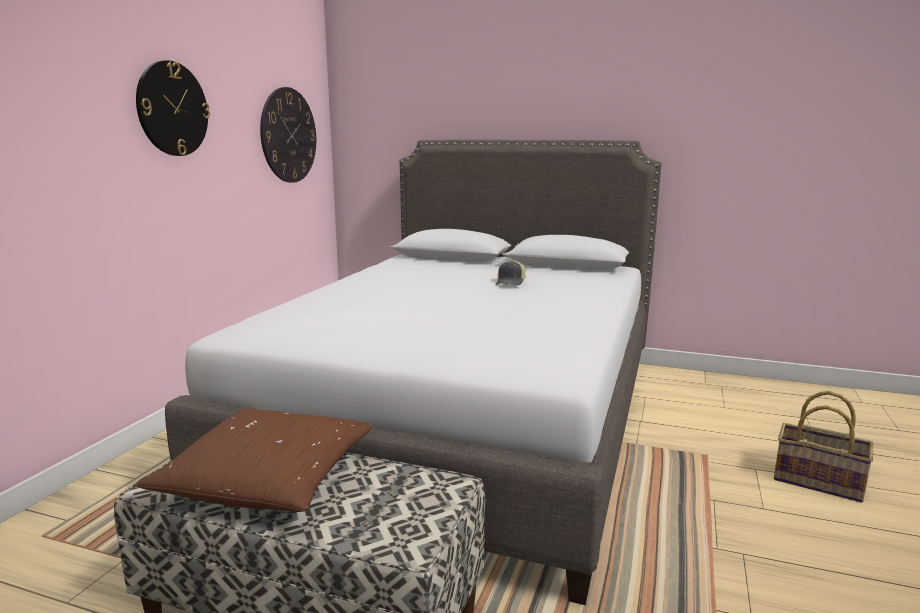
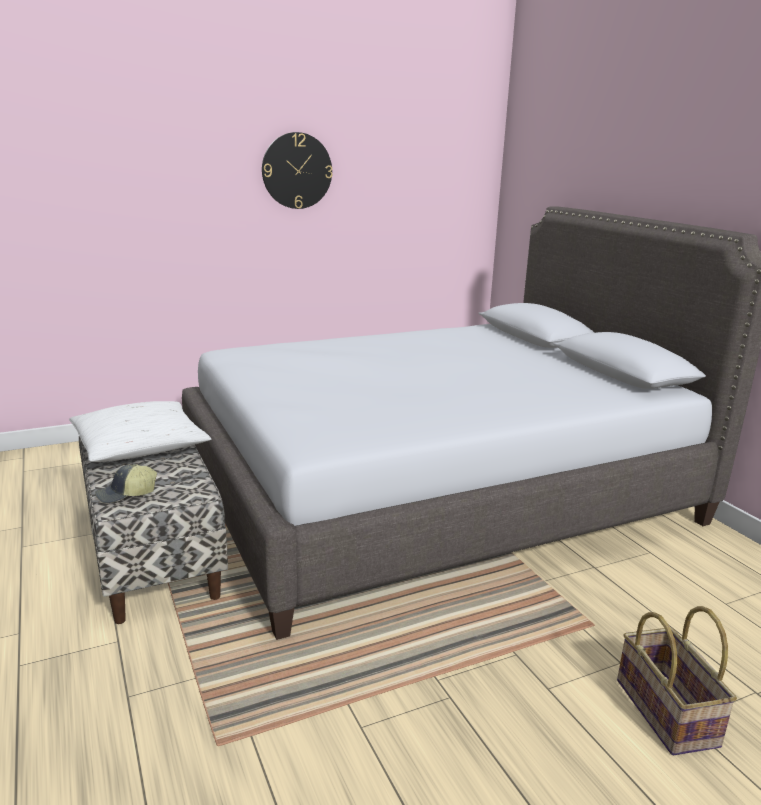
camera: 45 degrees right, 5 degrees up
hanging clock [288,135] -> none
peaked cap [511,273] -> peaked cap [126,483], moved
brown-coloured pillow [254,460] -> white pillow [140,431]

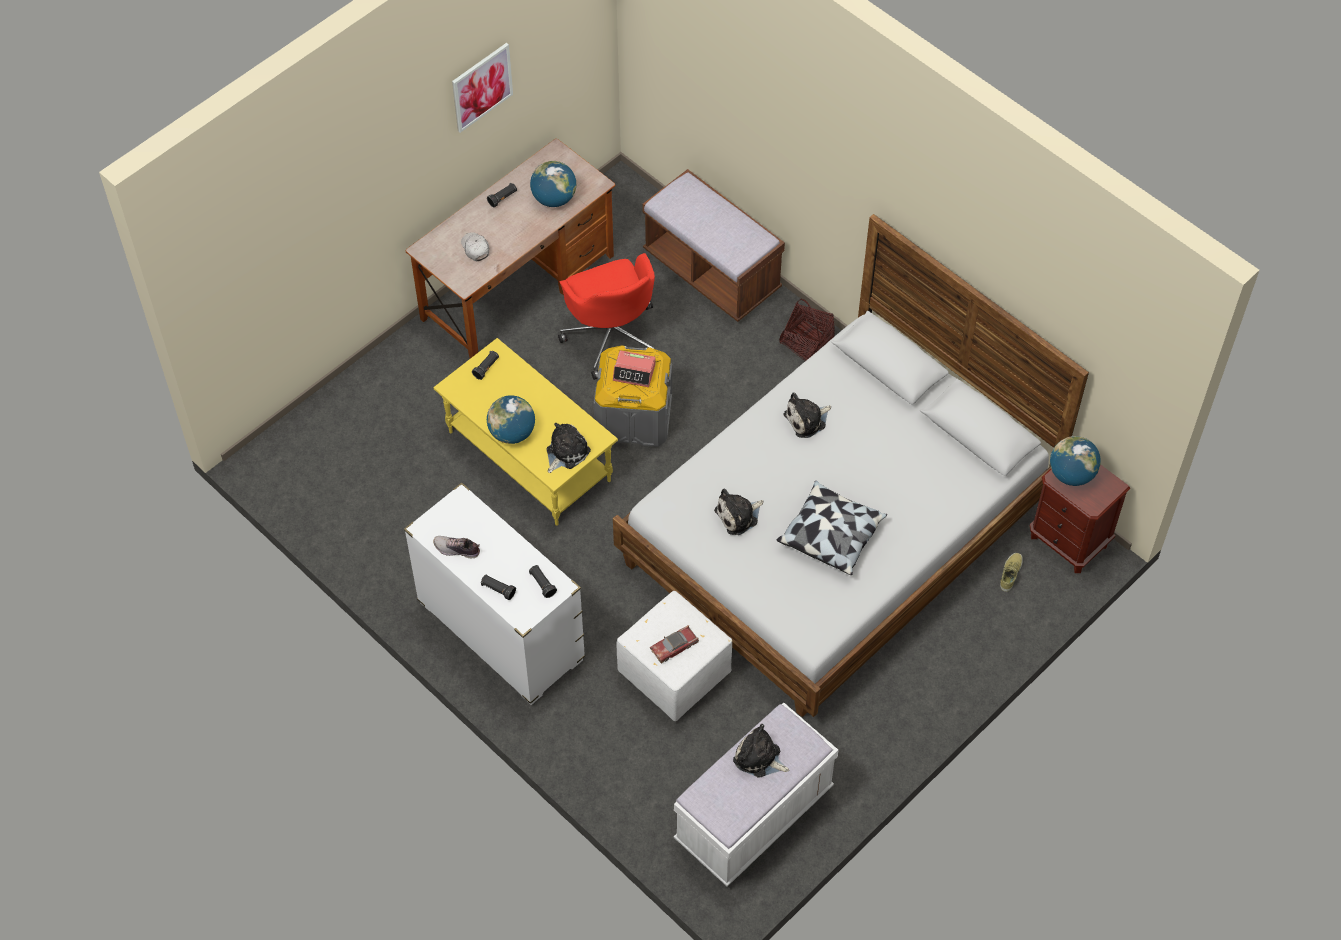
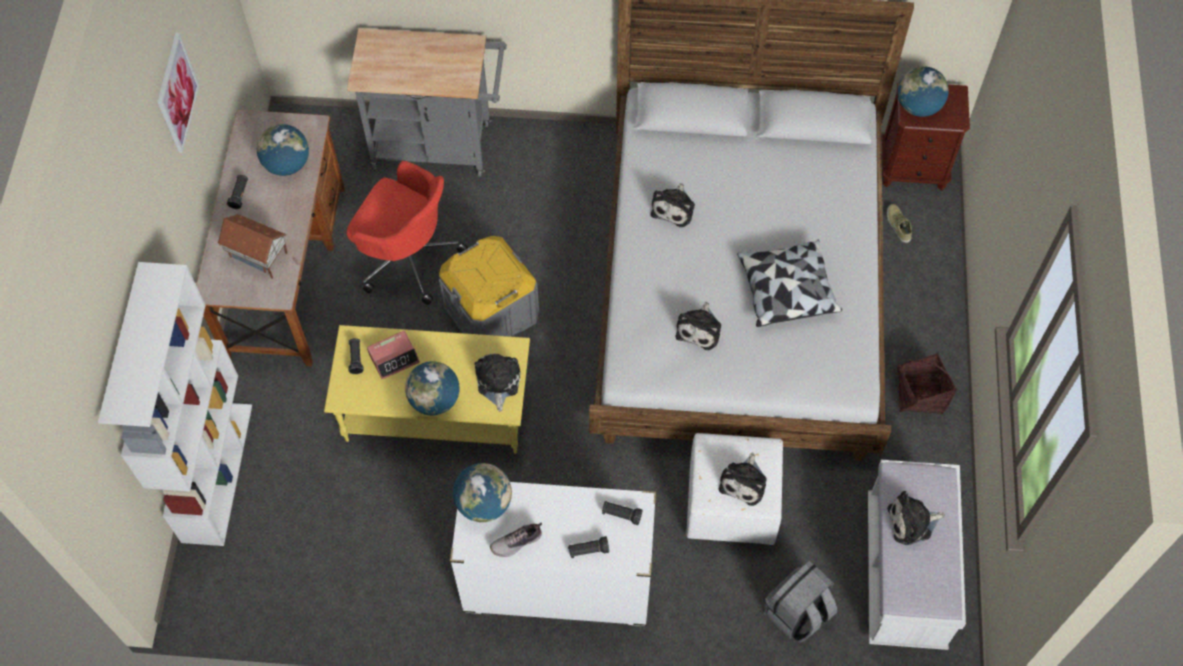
camera: 40 degrees left, 5 degrees up
brown-coloured indoor bench [713,245] -> grey trolley [427,102]
white peaked cap [475,246] -> model house [252,246]
storage basket [807,330] -> storage basket [927,384], moved
bedside clock [634,368] -> bedside clock [393,355], moved
toy car [674,644] -> cuddly toy [743,479]
none -> white bookcase [175,404]
none -> world globe [482,492]
none -> grey backpack [800,602]

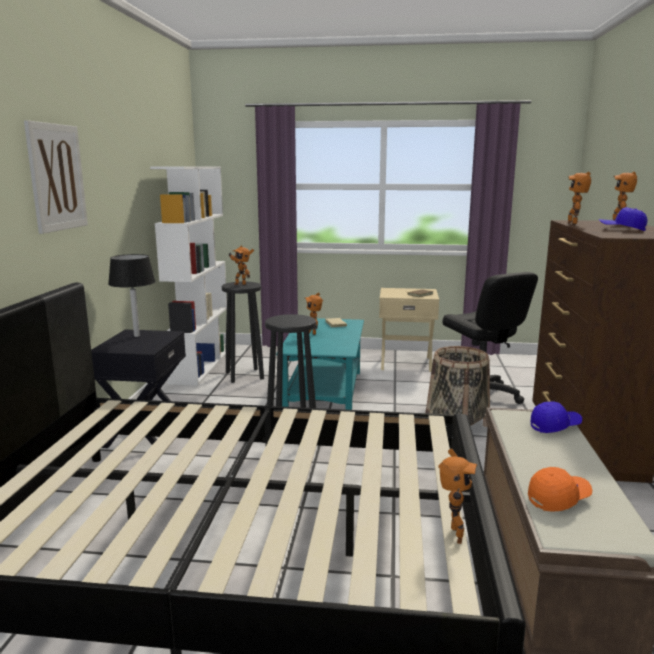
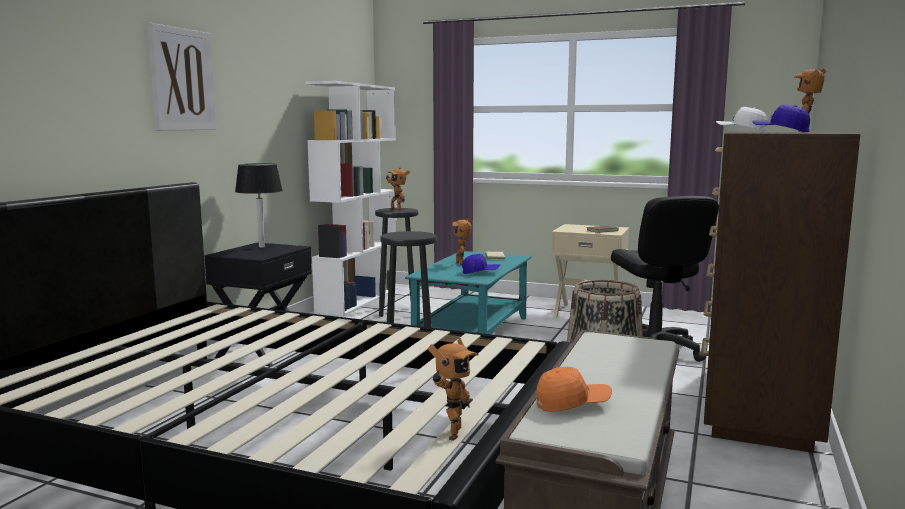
camera: 15 degrees right, 5 degrees down
robot figure [579,198] -> white peaked cap [742,119]
blue-coloured peaked cap [556,417] -> blue-coloured peaked cap [481,264], moved

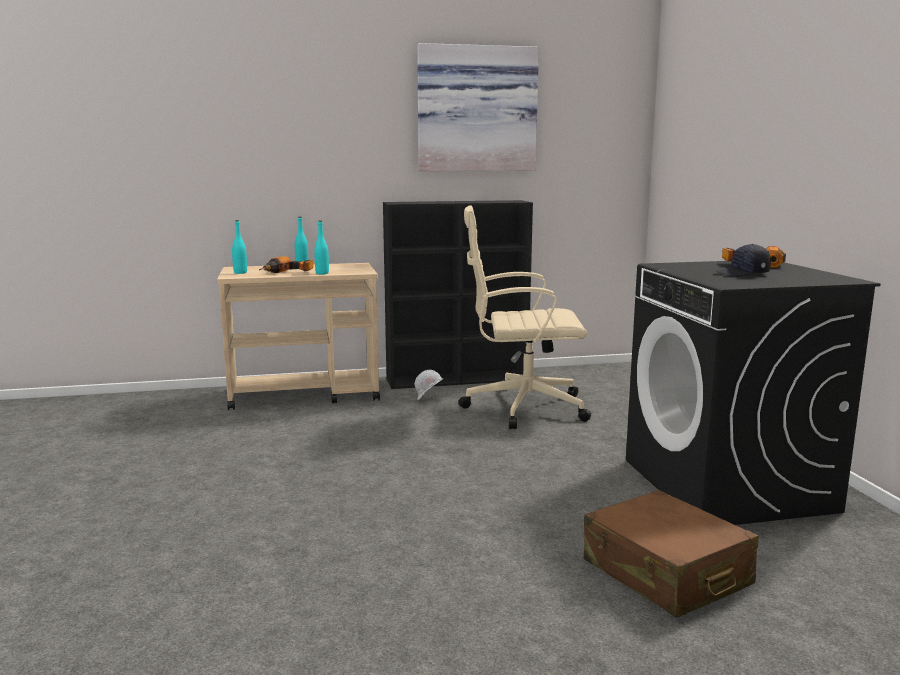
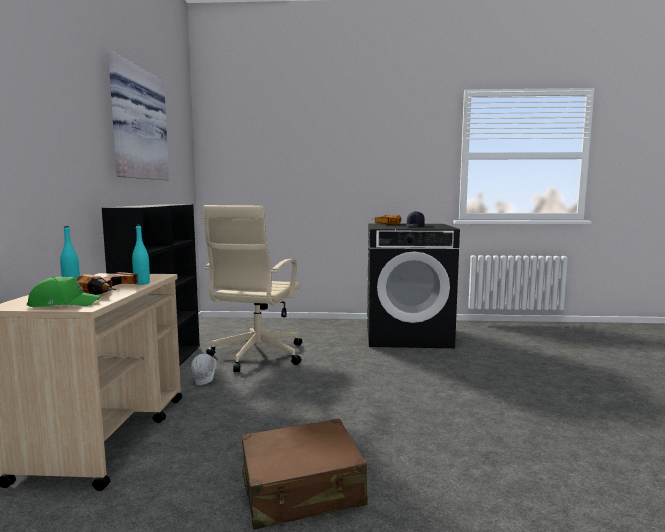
camera: 75 degrees left, 5 degrees down
turquoise drink bottle [239,247] -> greenish peaked cap [64,291]
brown-coloured suitcase [671,554] -> brown-coloured suitcase [305,474], moved

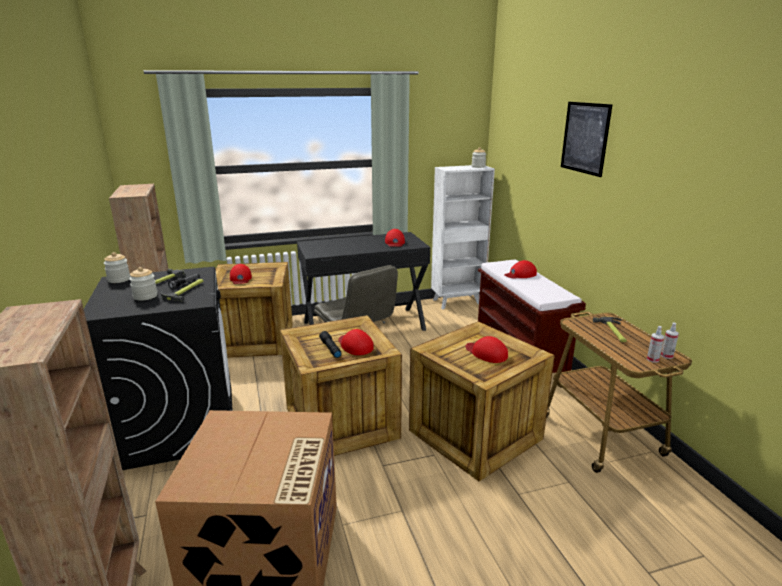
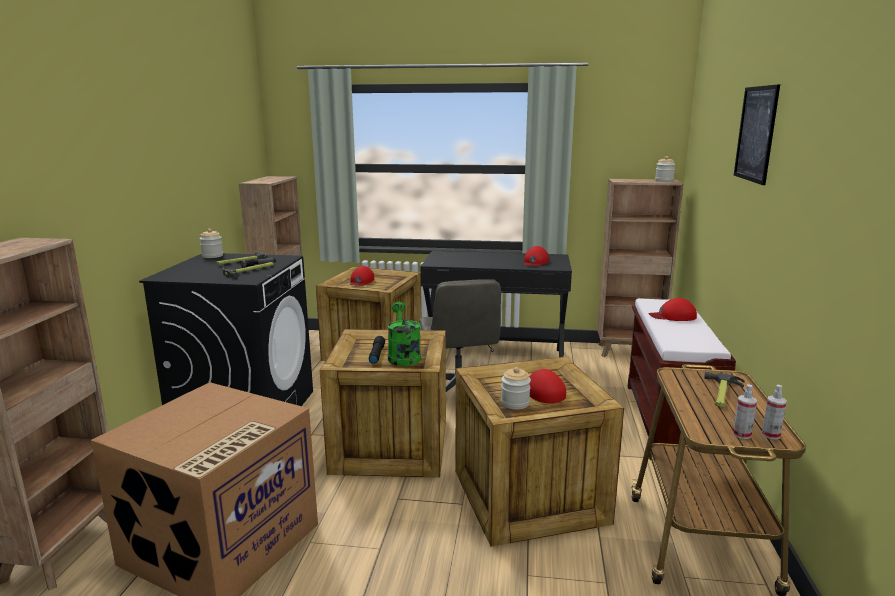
camera: 25 degrees right, 5 degrees down
white bookcase [463,237] -> brown-coloured bookcase [640,268]
preserve jar [143,284] -> preserve jar [516,388], moved
reddish peaked cap [356,342] -> greenish watering pot [404,334]

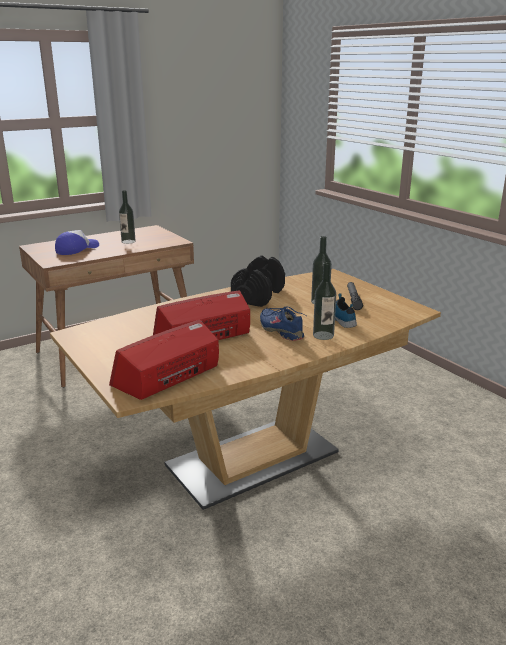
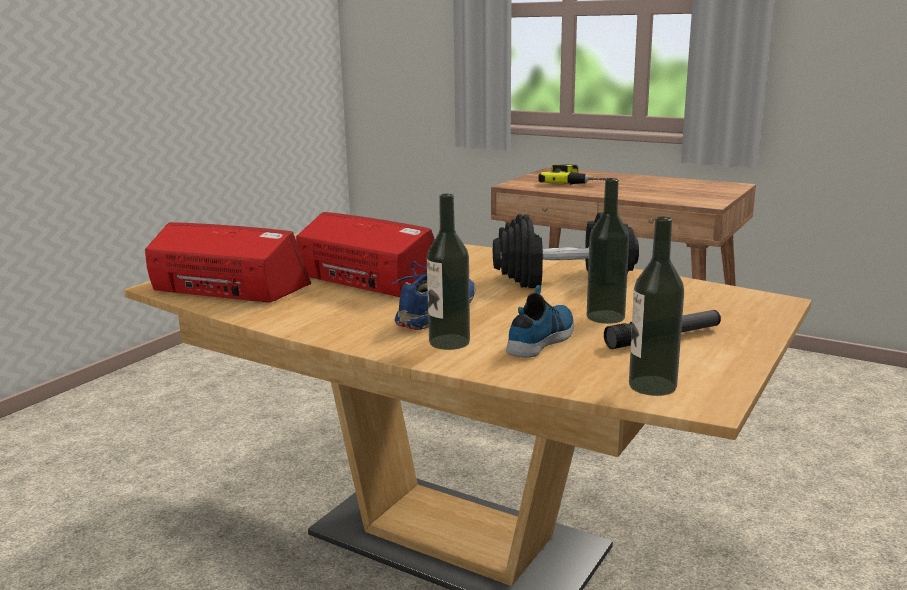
camera: 65 degrees right, 5 degrees down
drink bottle [127,217] -> drink bottle [656,306], moved
peaked cap [77,242] -> drill [572,174]

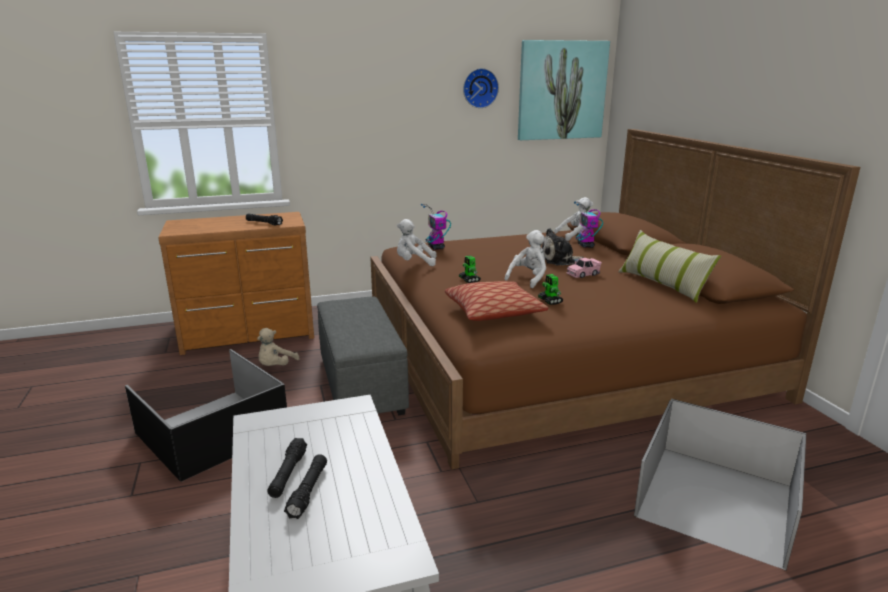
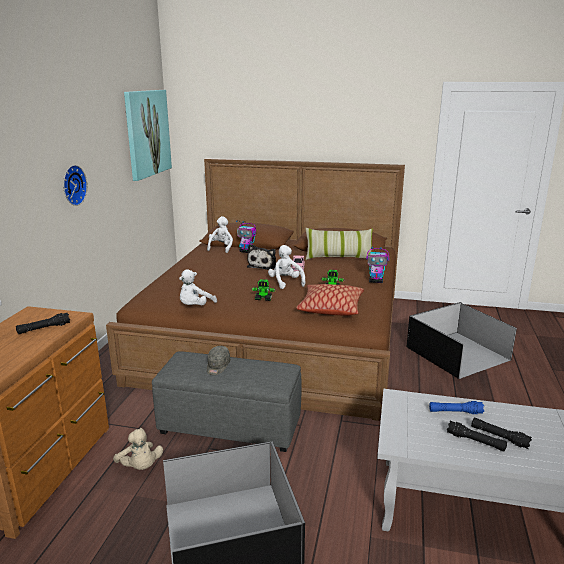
camera: 60 degrees left, 0 degrees up
hanging clock [481,88] -> hanging clock [75,185], moved
robot figure [436,227] -> robot figure [378,265], moved
none -> grey peaked cap [218,360]
none -> blue-coloured torch [456,407]

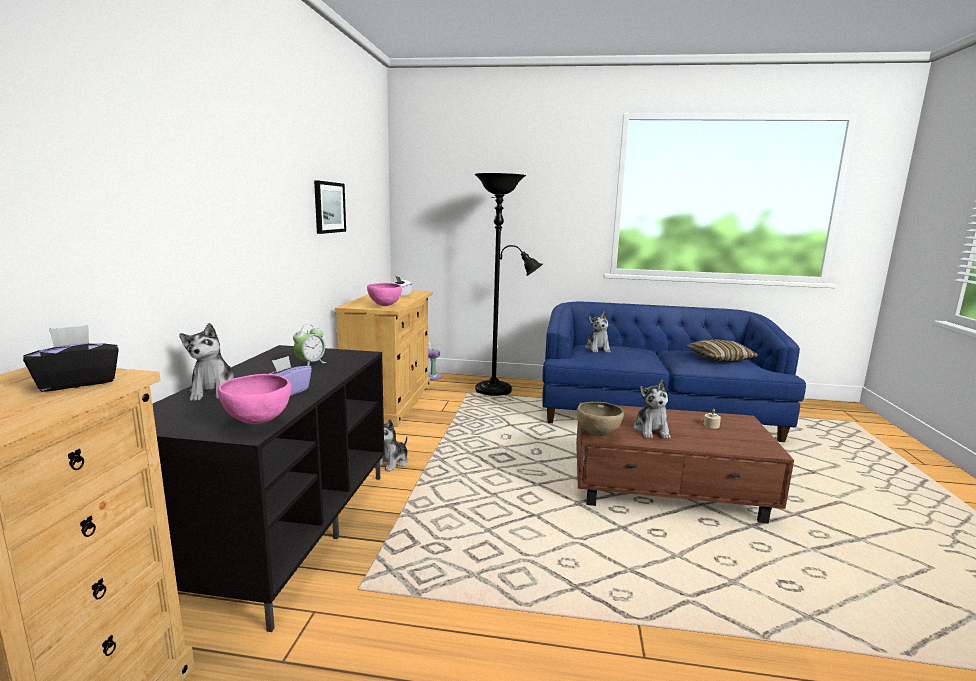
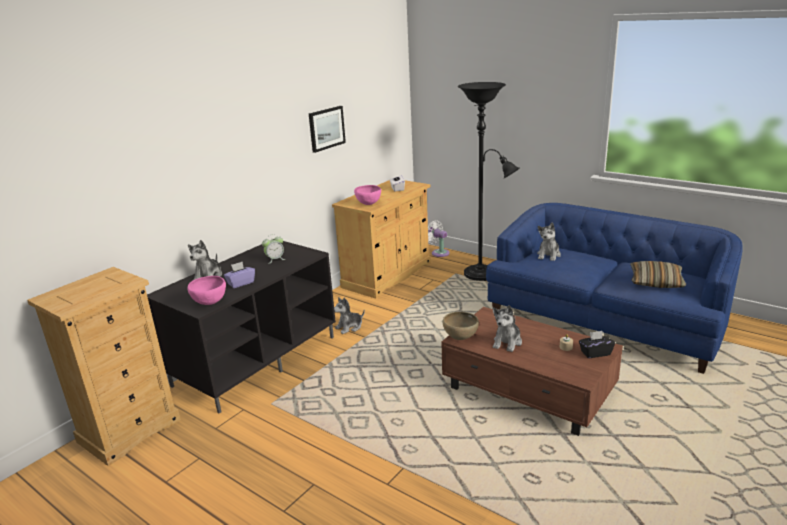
camera: 30 degrees right, 10 degrees up
black tissue holder [71,358] -> black tissue holder [597,344], moved

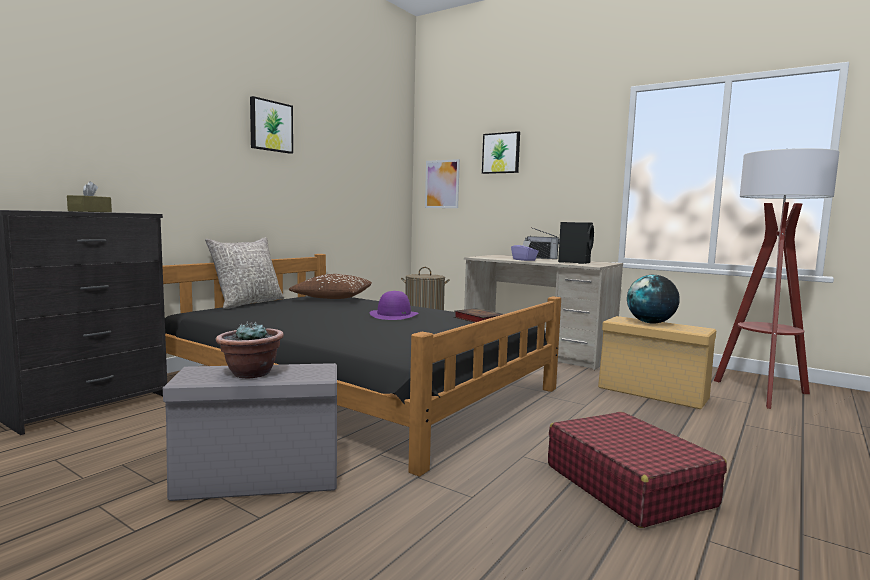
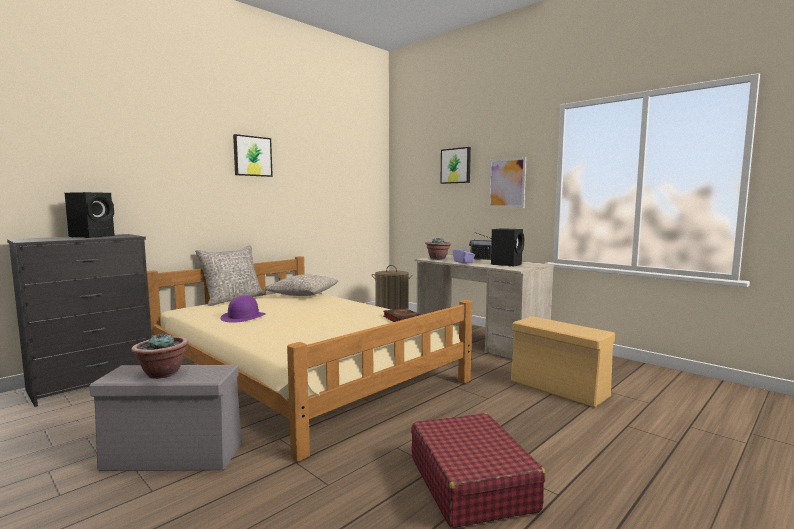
camera: 10 degrees right, 0 degrees up
standing lamp [776,278] -> none
wall picture [442,183] -> wall picture [507,182], moved
brown-coloured tissue holder [89,196] -> black audio speaker [90,215]
black sleeping bed [362,365] -> beige sleeping bed [309,359]
brown-coloured pillow [330,286] -> grey pillow [300,285]
world globe [653,299] -> none
purple wearable hat [394,305] -> purple wearable hat [243,309], moved
none -> potted plant [438,249]

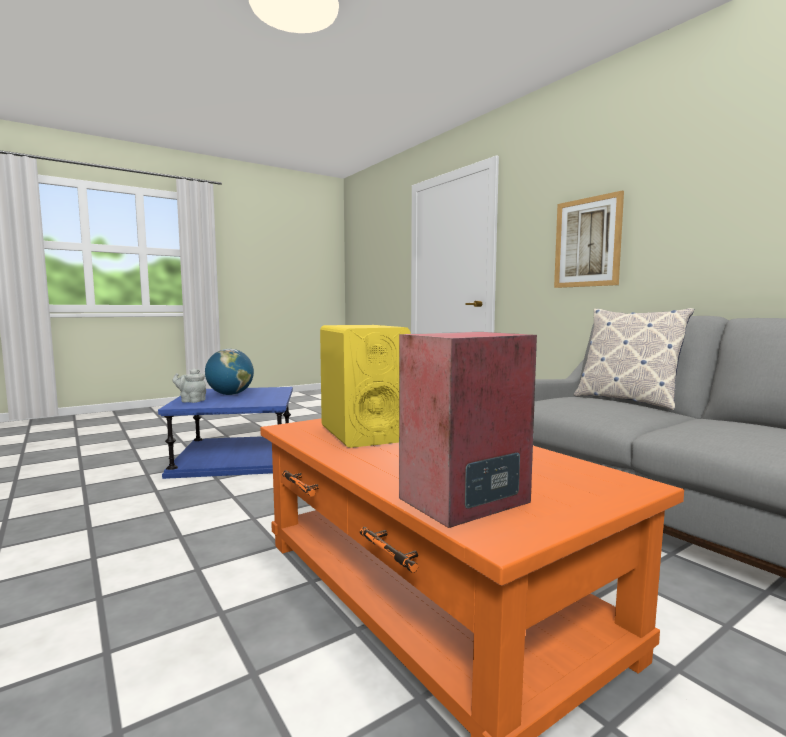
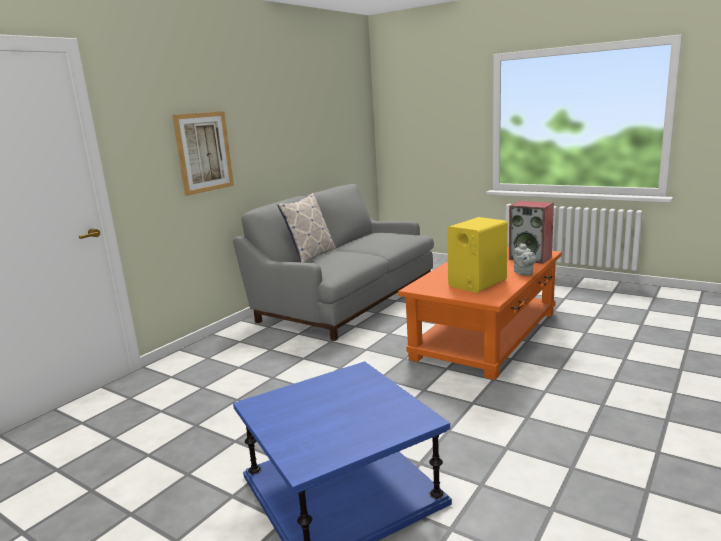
camera: 110 degrees left, 10 degrees up
world globe [229,372] -> none
grey tea pot [189,386] -> grey tea pot [525,259], moved

